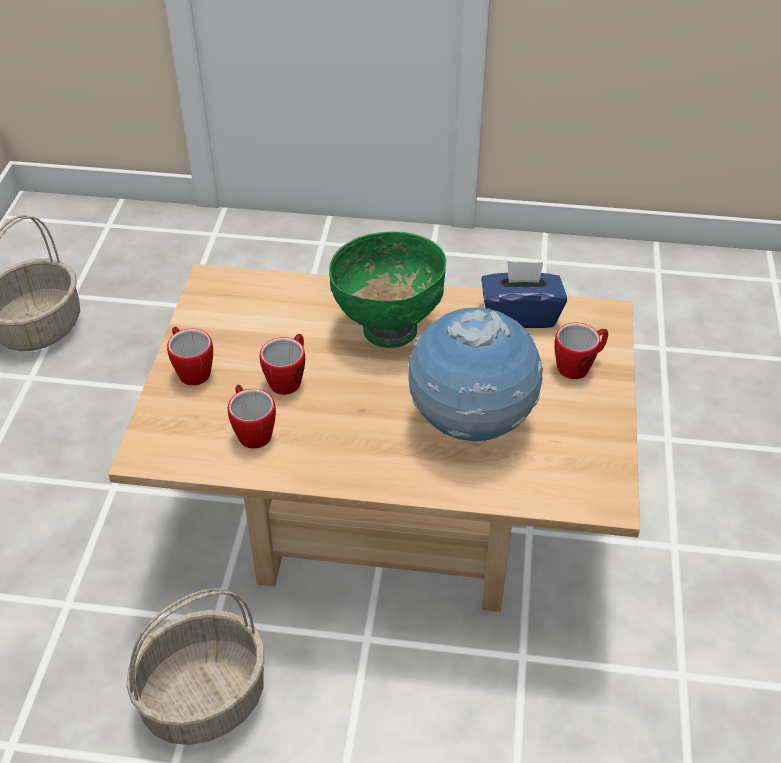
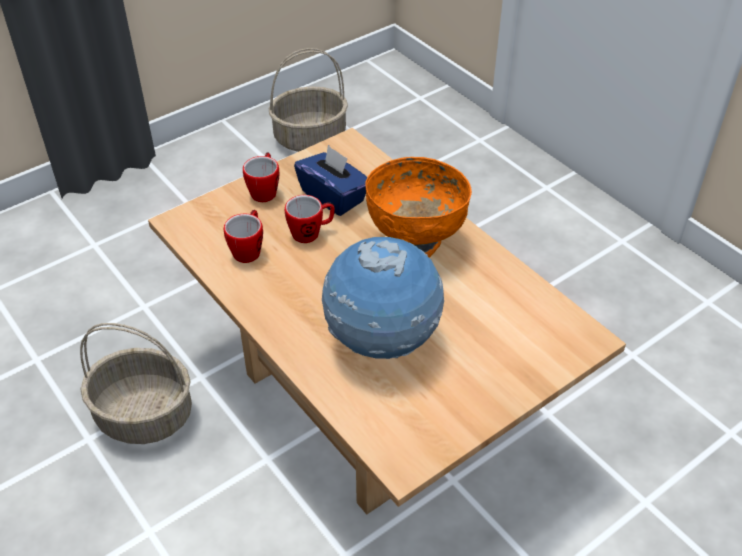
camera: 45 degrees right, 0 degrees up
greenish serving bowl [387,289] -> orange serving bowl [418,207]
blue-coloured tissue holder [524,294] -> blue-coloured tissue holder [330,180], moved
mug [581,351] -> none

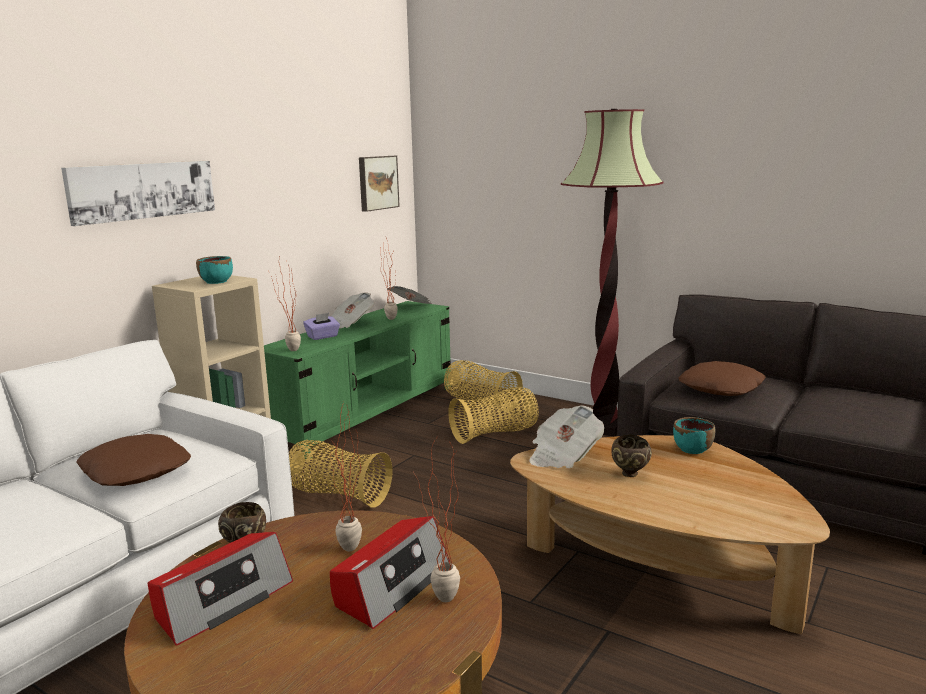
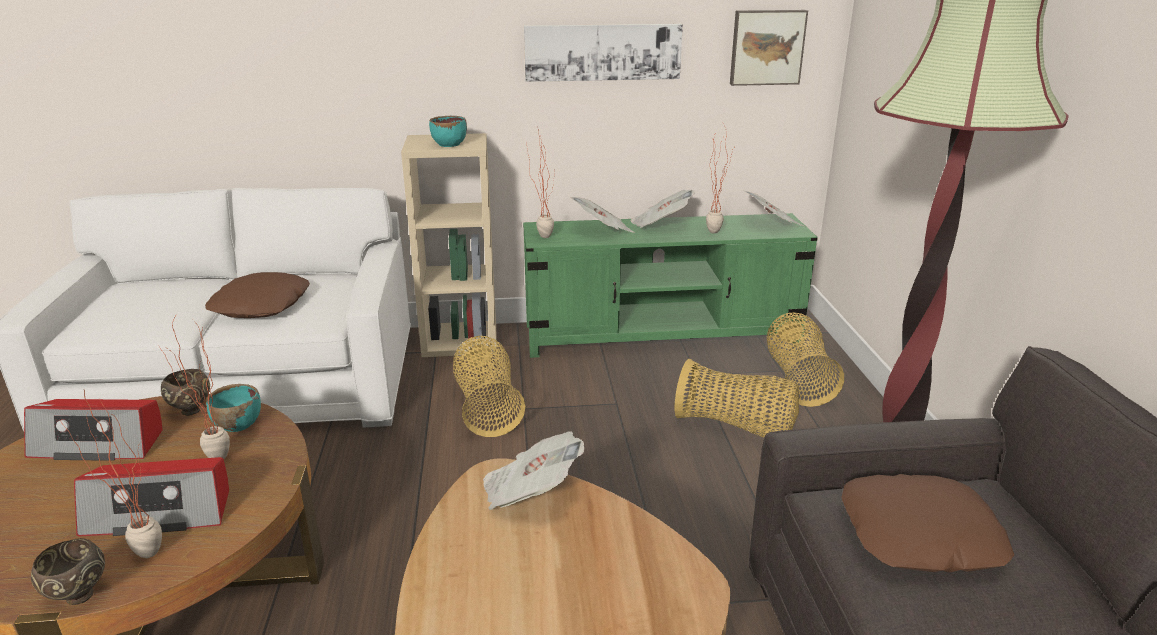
camera: 50 degrees right, 10 degrees up
wall picture [138,193] -> wall picture [603,53], moved
purple tissue holder [321,326] -> daily paper [603,215]
turquoise serving bowl [694,435] -> turquoise serving bowl [233,408], moved
brown-coloured serving bowl [631,455] -> brown-coloured serving bowl [68,571], moved

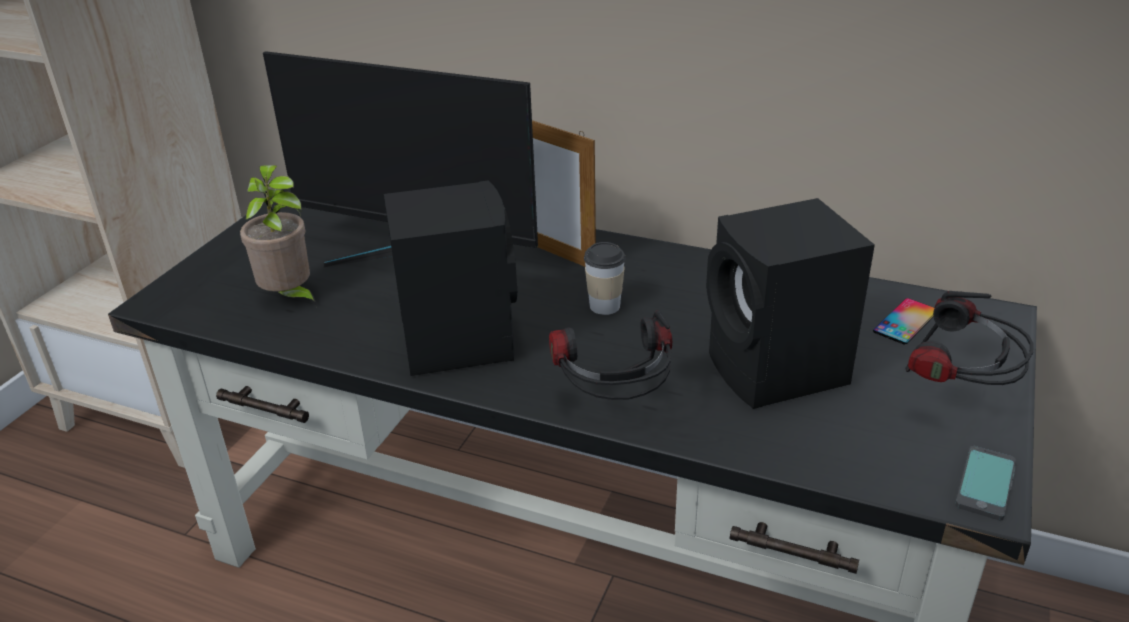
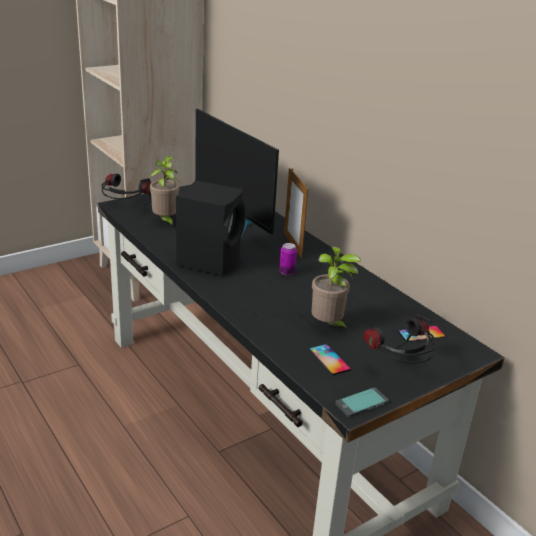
camera: 30 degrees right, 5 degrees down
black audio speaker [790,303] -> potted plant [336,289]
cup [605,278] -> sealed can [288,259]
headphones [610,355] -> headphones [126,190], moved
none -> telephone [330,359]

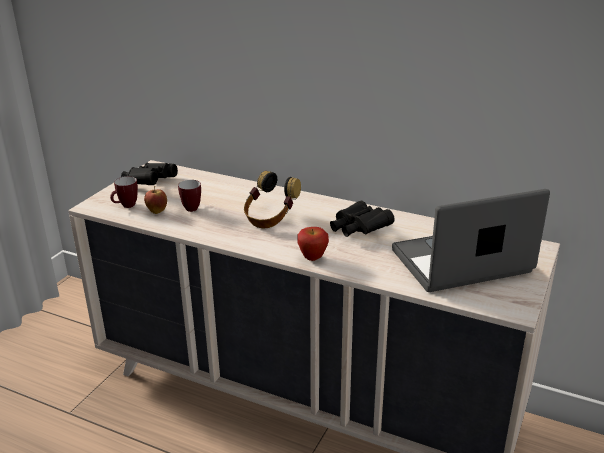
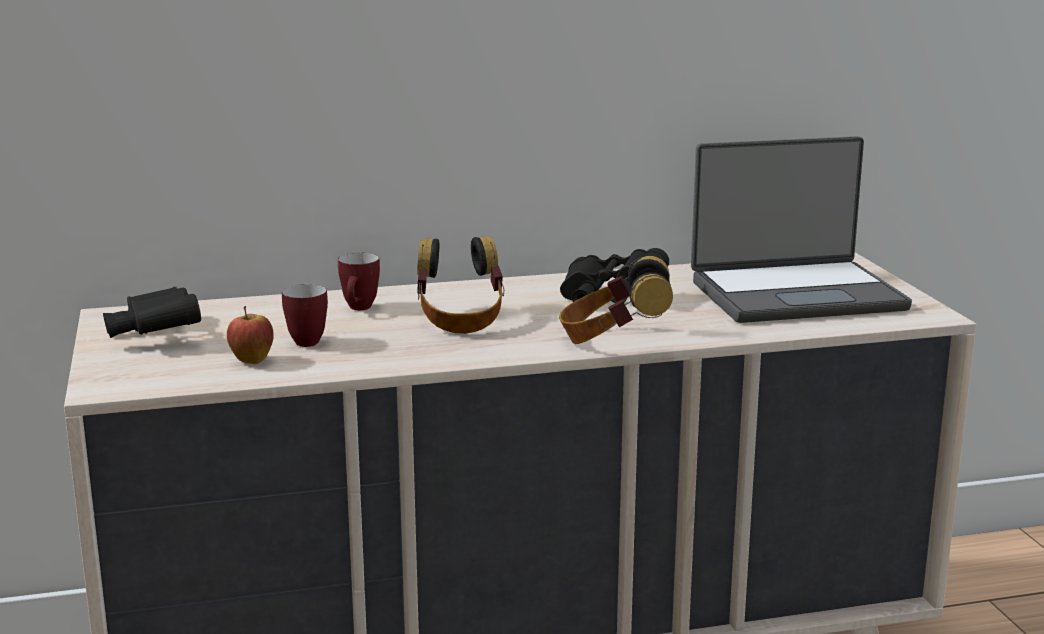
camera: 40 degrees left, 10 degrees down
mug [124,192] -> mug [359,281], moved
portable computer [471,240] -> portable computer [801,229], 135 degrees counterclockwise
apple fruit [313,244] -> headphones [616,300]

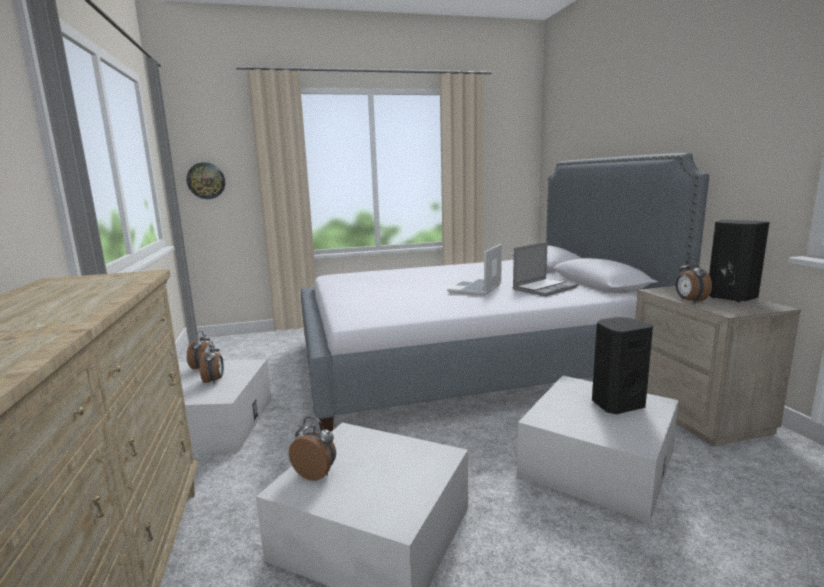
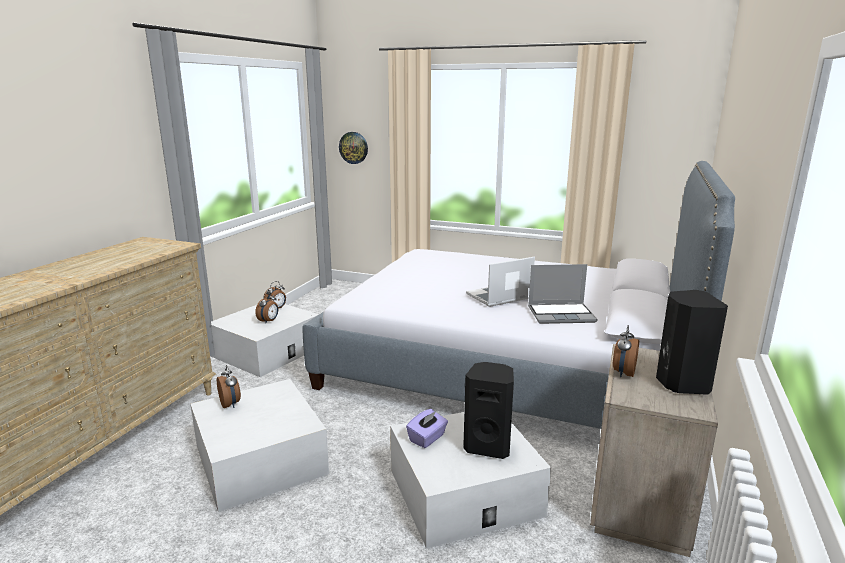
camera: 35 degrees right, 5 degrees up
none -> purple tissue holder [427,428]

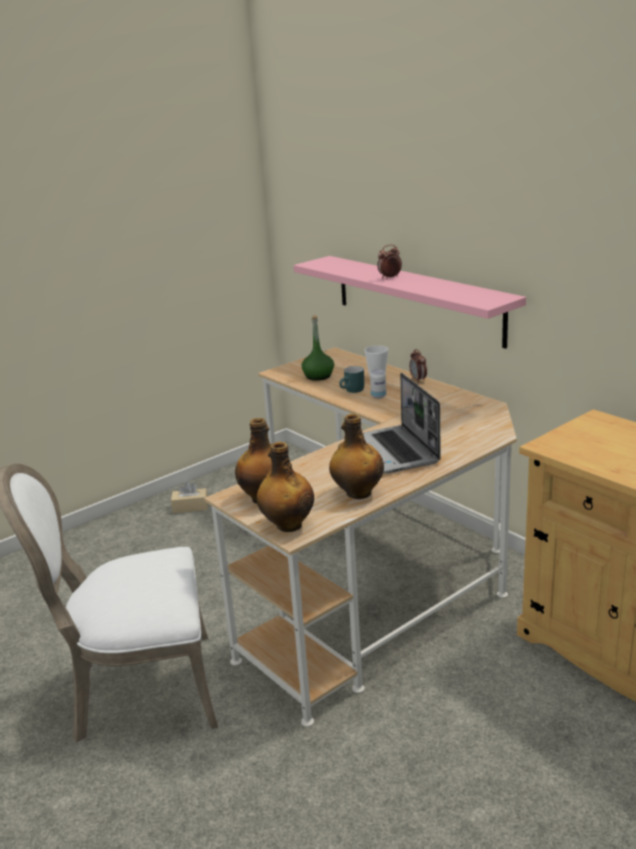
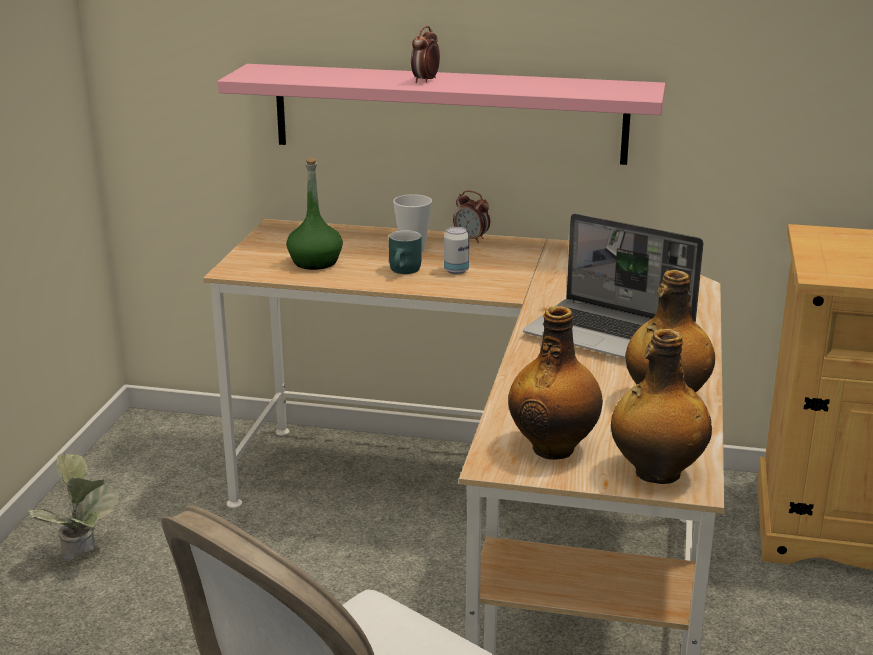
camera: 40 degrees left, 0 degrees up
beige tissue holder [189,497] -> potted plant [73,507]

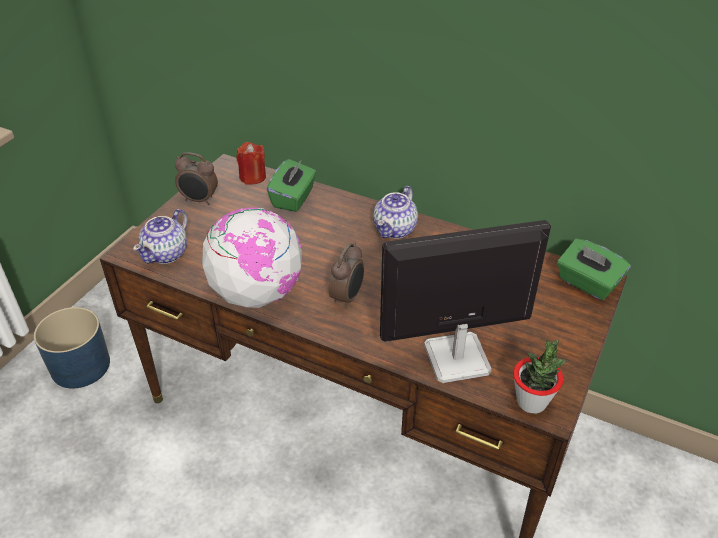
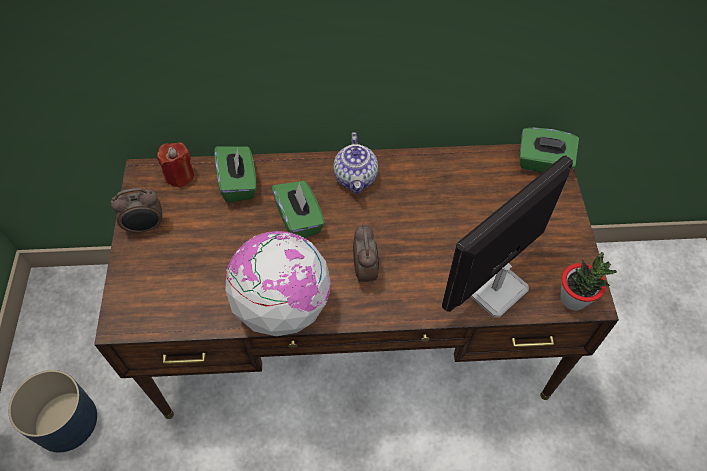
camera: 30 degrees left, 15 degrees up
tea pot [160,236] -> none
none -> greenish tissue holder [298,209]

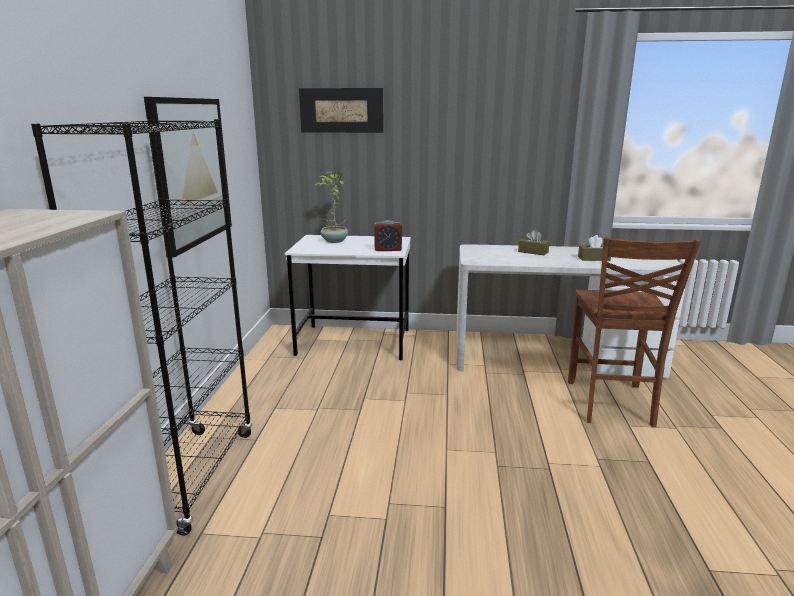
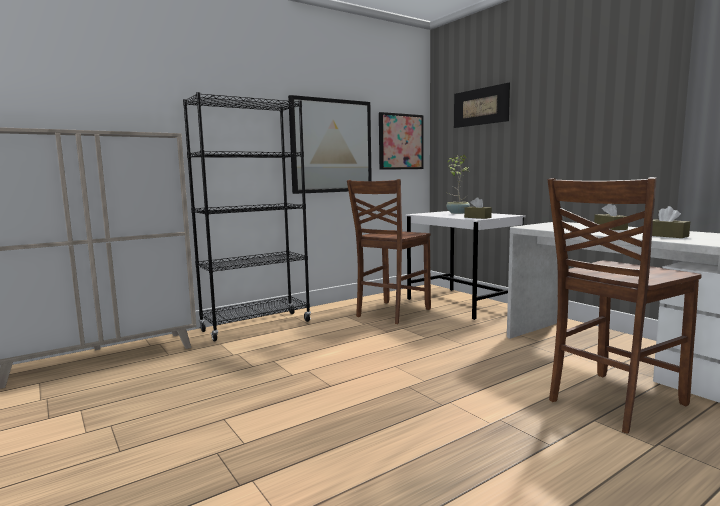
camera: 50 degrees right, 10 degrees down
bedside clock [388,235] -> brown-coloured tissue holder [478,208]
none -> wall picture [401,141]
none -> brown-coloured chair [389,251]

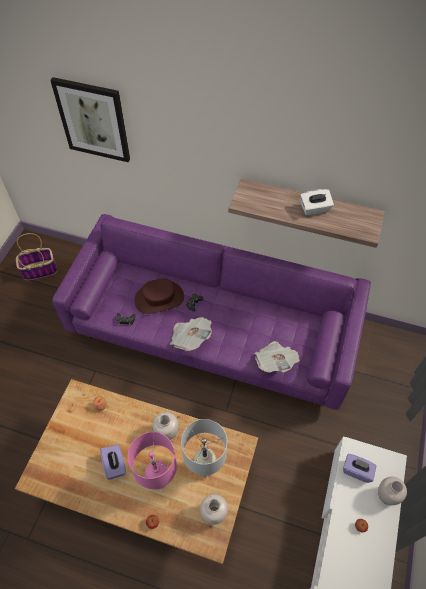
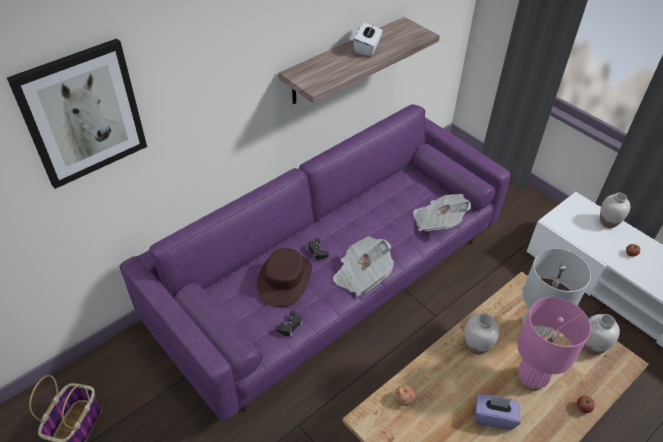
camera: 60 degrees left, 10 degrees down
purple tissue holder [359,468] -> none

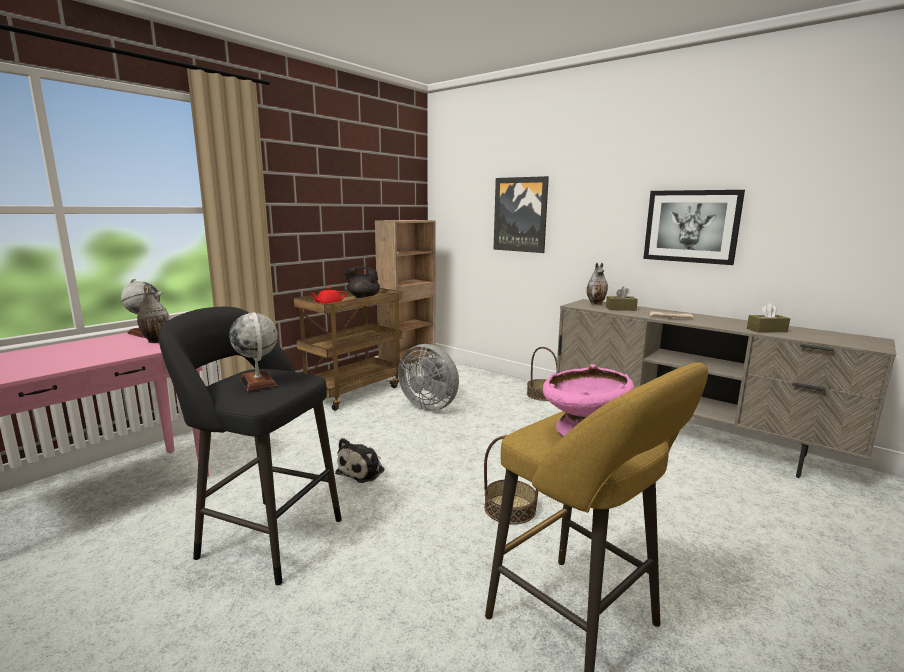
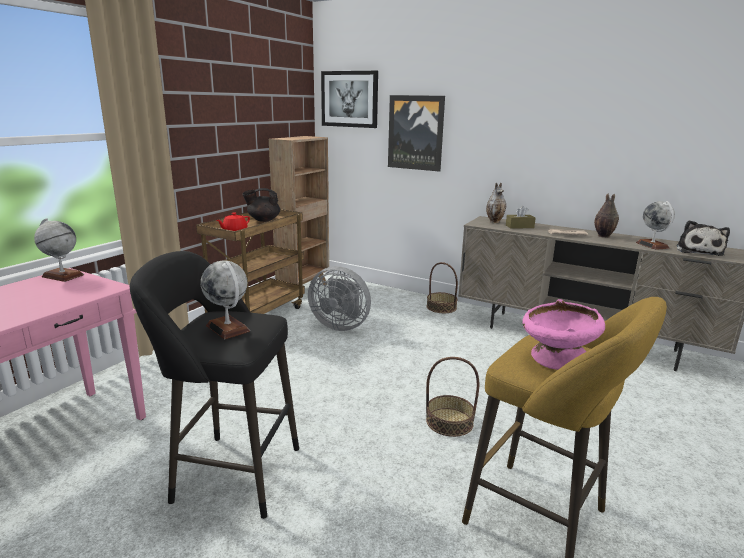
camera: 10 degrees left, 5 degrees up
wall picture [694,227] -> wall picture [349,99], moved
vase [153,314] -> vase [606,216], moved
brown-coloured tissue holder [768,318] -> world globe [655,225]
cuddly toy [359,460] -> cuddly toy [703,238], moved

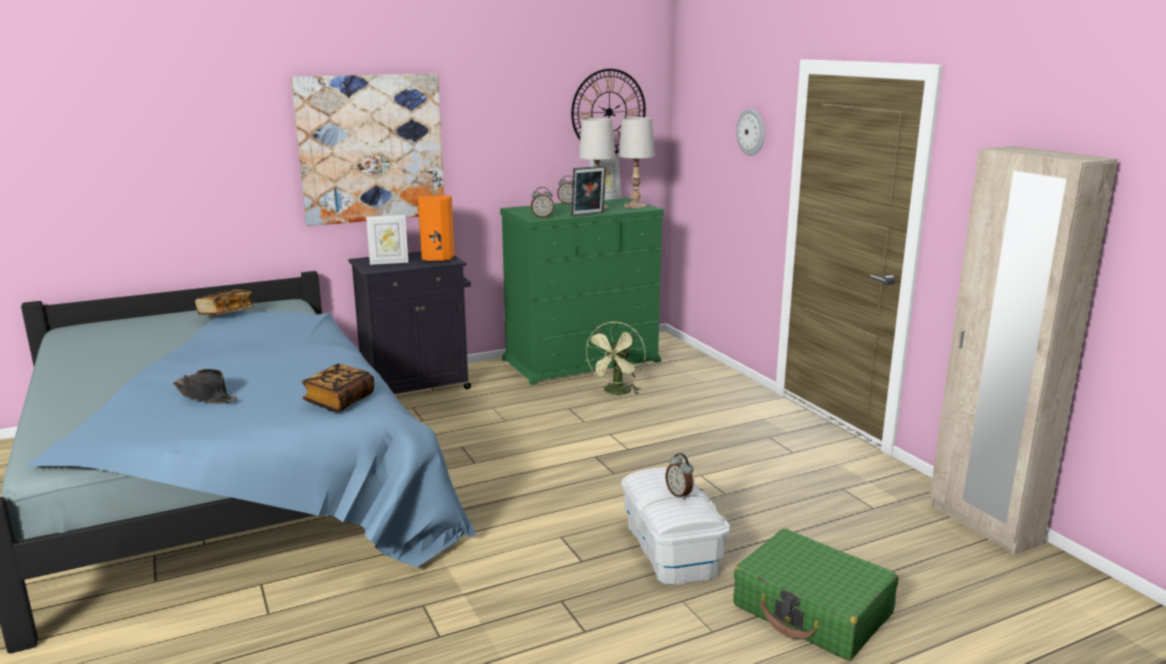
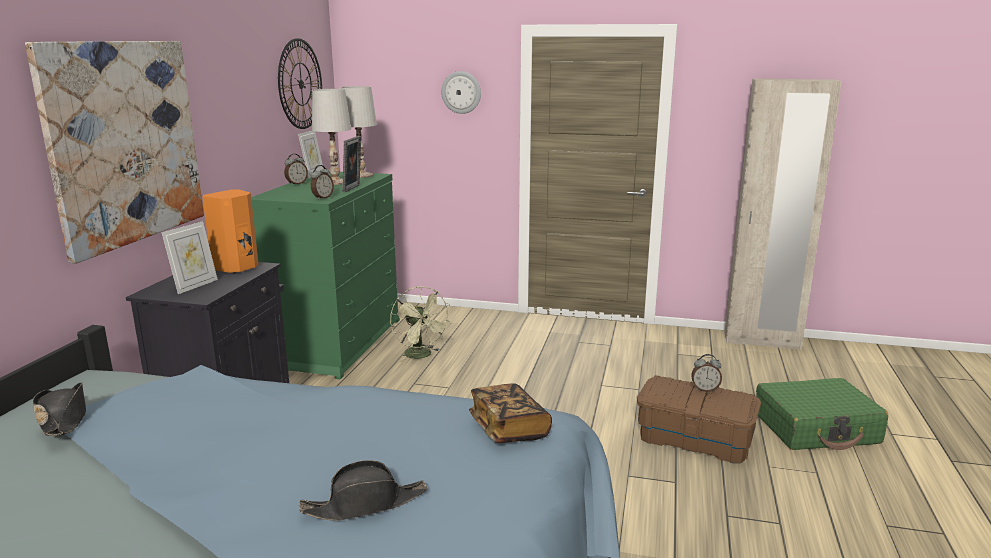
camera: 50 degrees left, 0 degrees up
book [224,302] -> black wearable hat [59,409]
white storage box [675,526] -> brown-coloured storage box [699,419]

